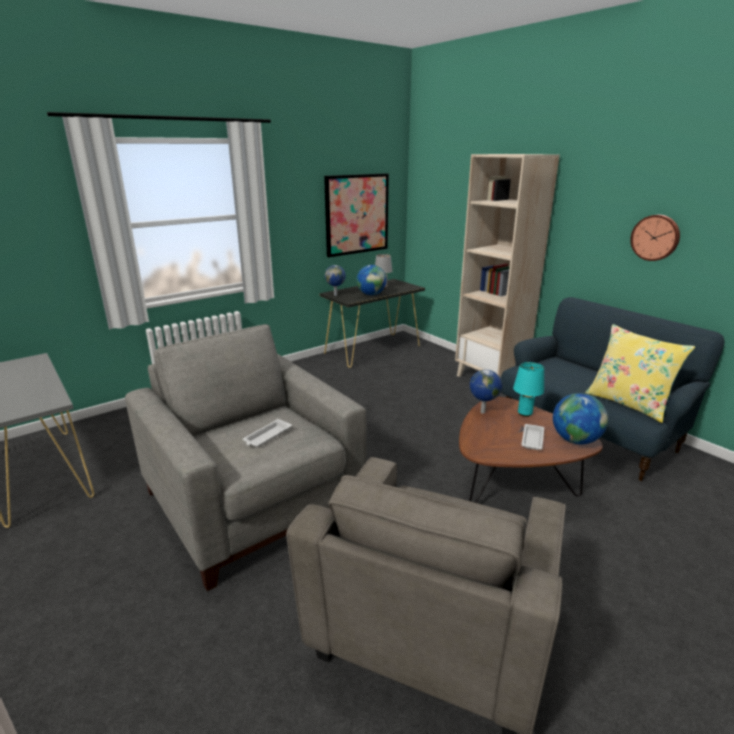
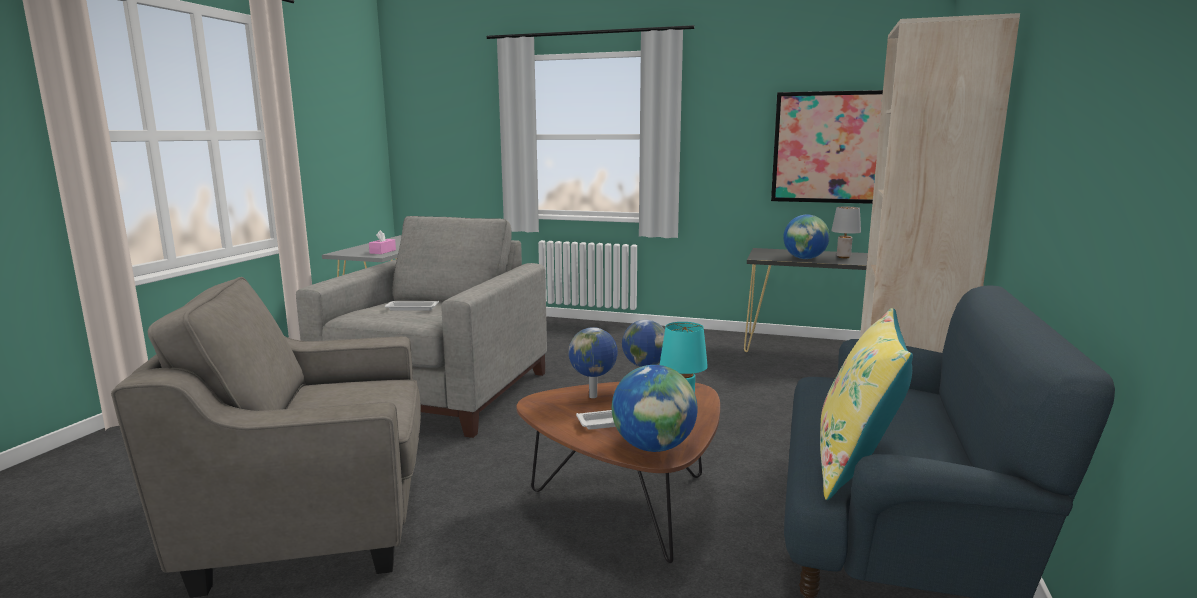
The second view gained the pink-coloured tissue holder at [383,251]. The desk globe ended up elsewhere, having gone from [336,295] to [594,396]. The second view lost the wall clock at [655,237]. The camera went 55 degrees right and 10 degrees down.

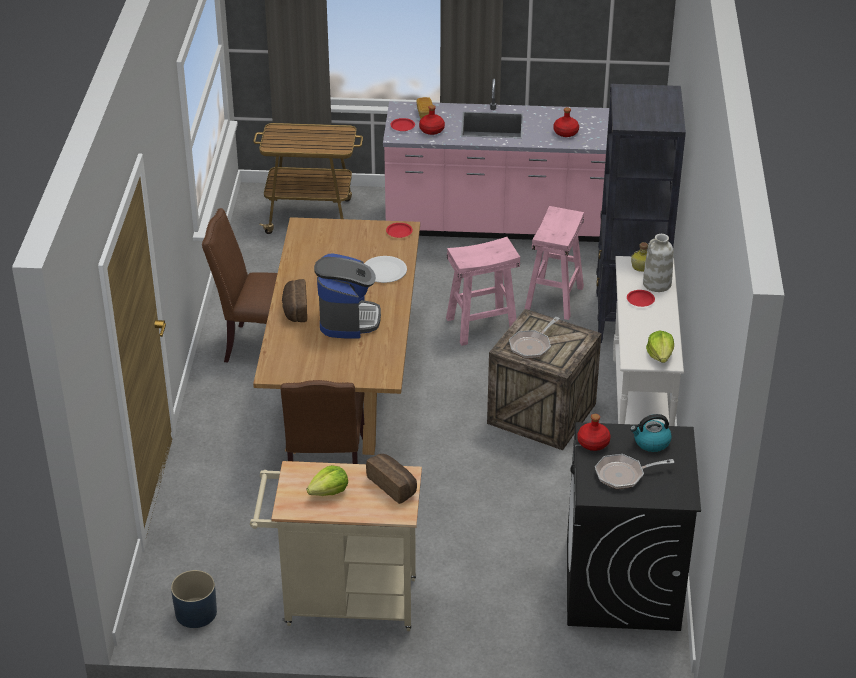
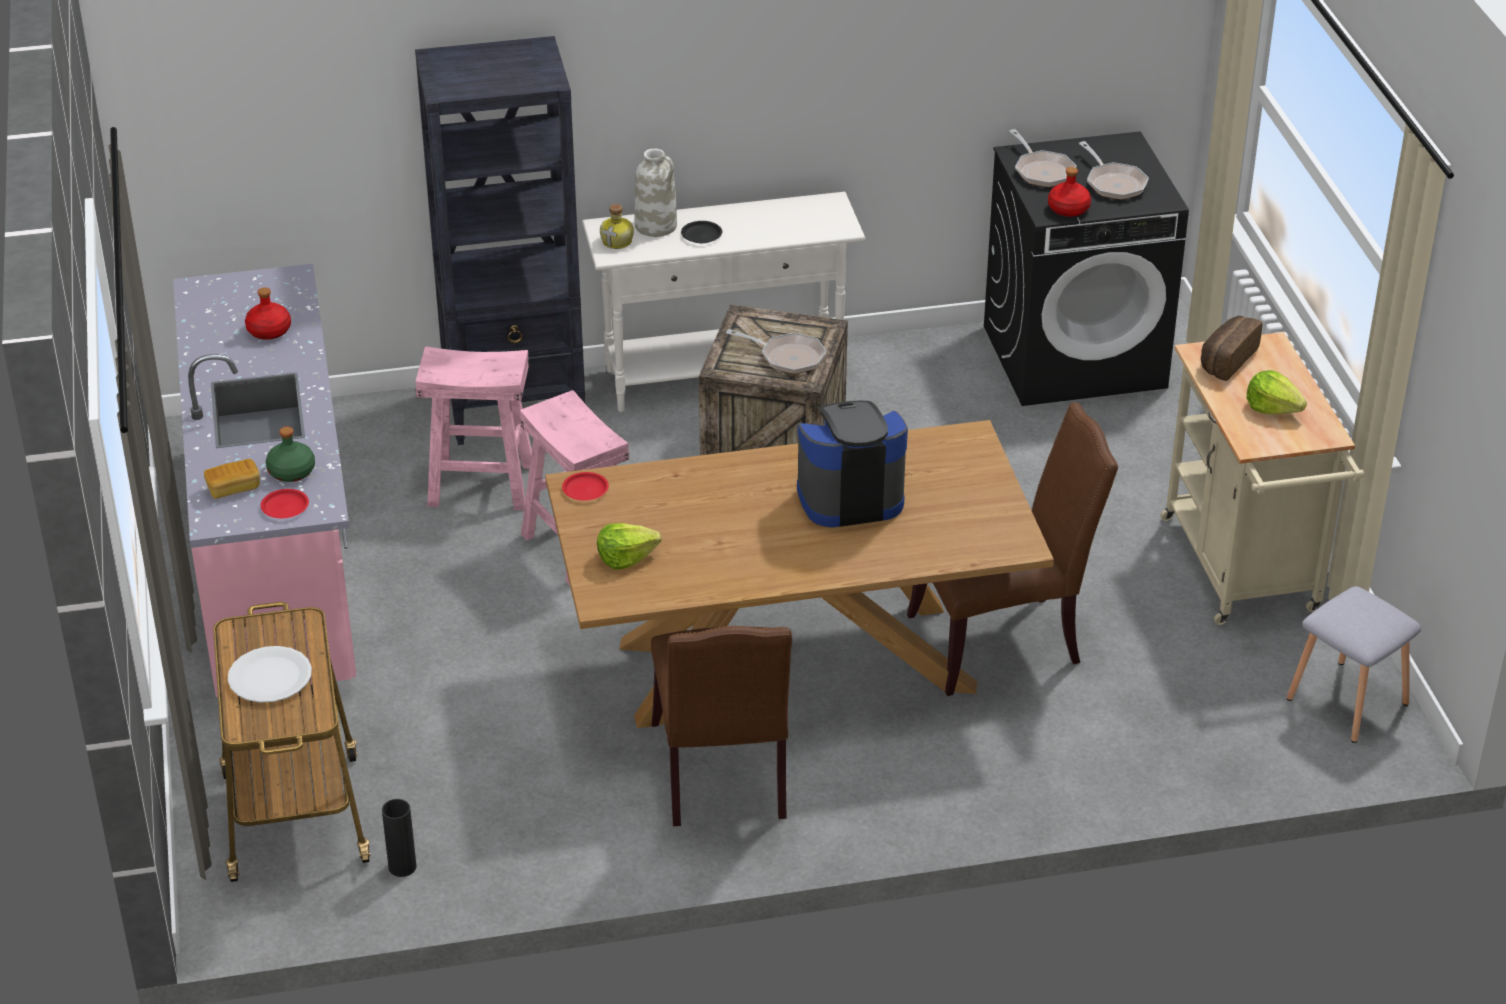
The whitish dinner plate ended up elsewhere, having gone from [384,271] to [270,677]. What was the red-coloured beverage bottle at [431,130] turned into the greenish beverage bottle at [291,472]. The second view gained the black decorative vase at [402,867]. The lettuce head ended up elsewhere, having gone from [660,355] to [626,557]. What was the red-coloured dinner plate at [640,300] turned into the black dinner plate at [702,235]. Where the kettle stood at [651,442], the pan came to stand at [1042,171]. Where the bluish plant pot stood at [196,613], the greyish sitting stool came to stand at [1349,701]. The second view lost the bakery bread at [294,309]. The camera went 105 degrees left and 0 degrees up.

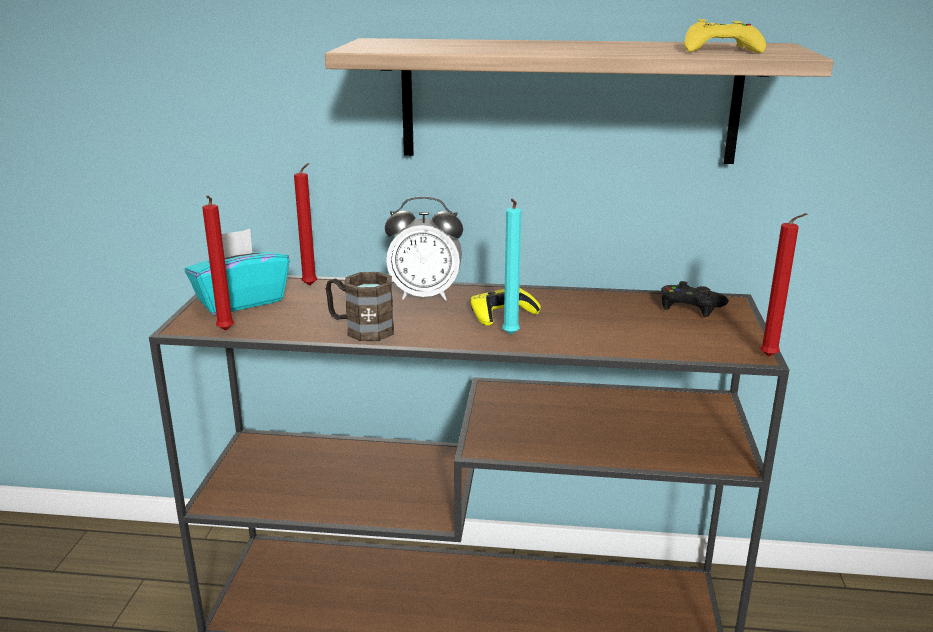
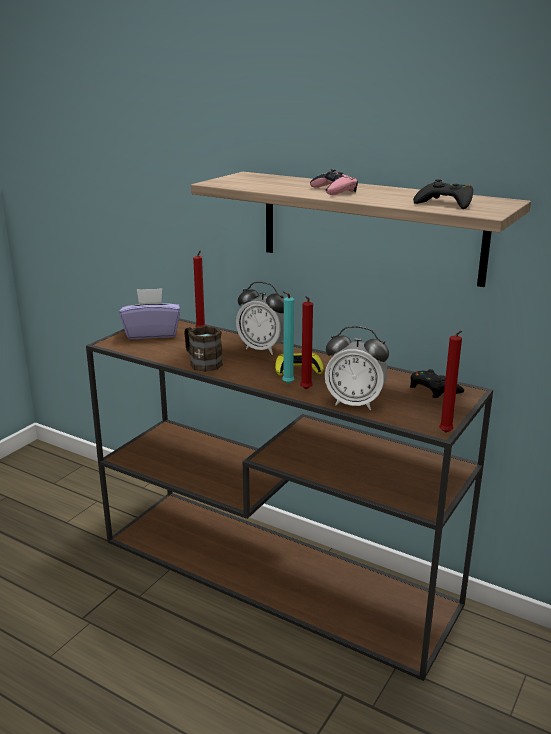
What was the turquoise tissue holder at [240,301] turned into the purplish tissue holder at [152,333]. The red-coloured wax candle ended up elsewhere, having gone from [225,331] to [305,390]. The second view gained the pink-coloured game controller at [334,190]. The second view gained the table clock at [354,403]. What was the yellow game controller at [721,49] turned into the black game controller at [446,203]. The camera went 25 degrees right and 0 degrees up.

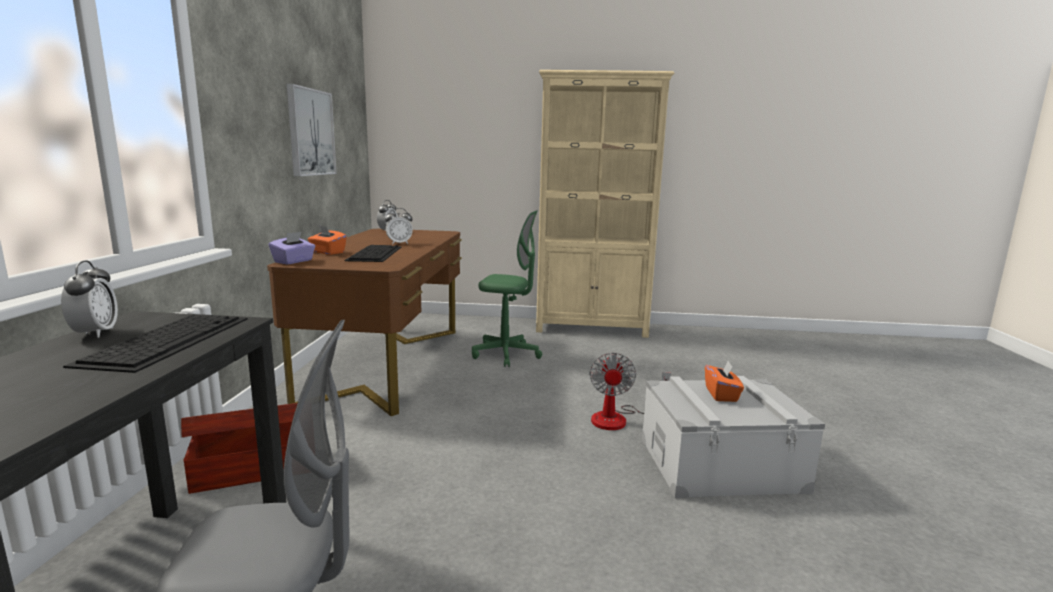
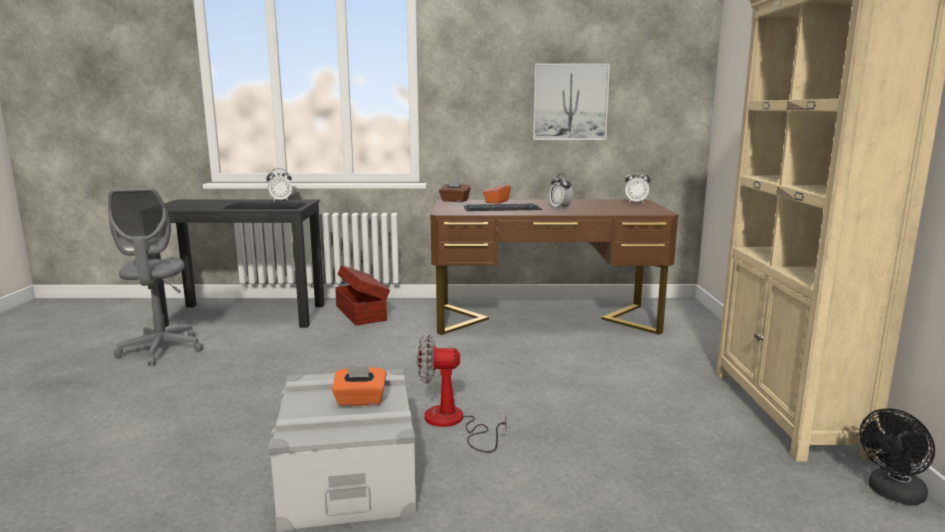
What was the purplish tissue holder at [294,261] turned into the brown-coloured tissue holder at [454,201]. The second view gained the black cooling fan at [892,494]. The second view lost the greenish computer chair at [506,354]. The camera went 85 degrees right and 0 degrees up.

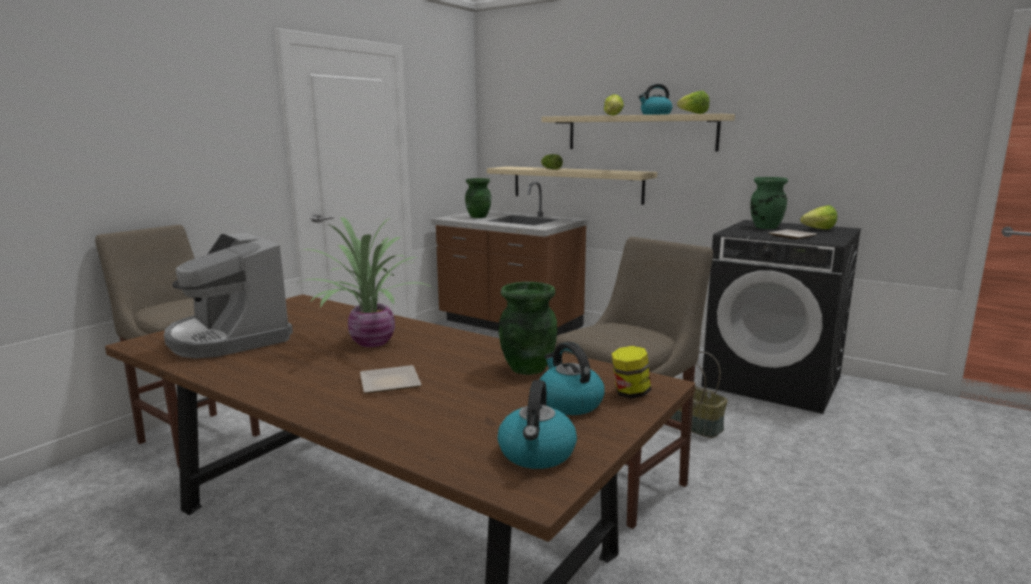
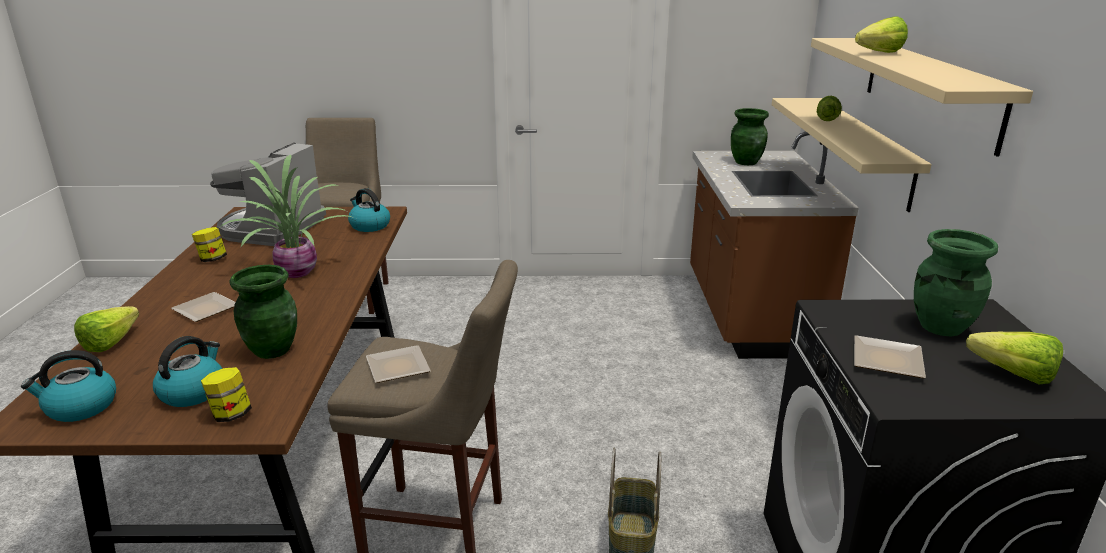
The lettuce head ended up elsewhere, having gone from [691,114] to [116,341]. The second view gained the preserve jar at [212,259]. The kettle ended up elsewhere, having gone from [655,114] to [369,226]. The second view gained the dinner plate at [399,366]. The camera went 55 degrees right and 10 degrees up.

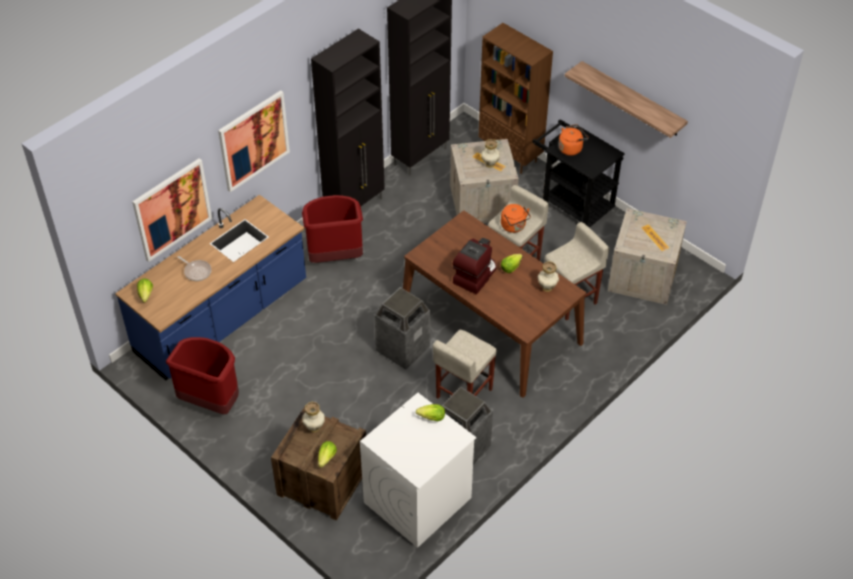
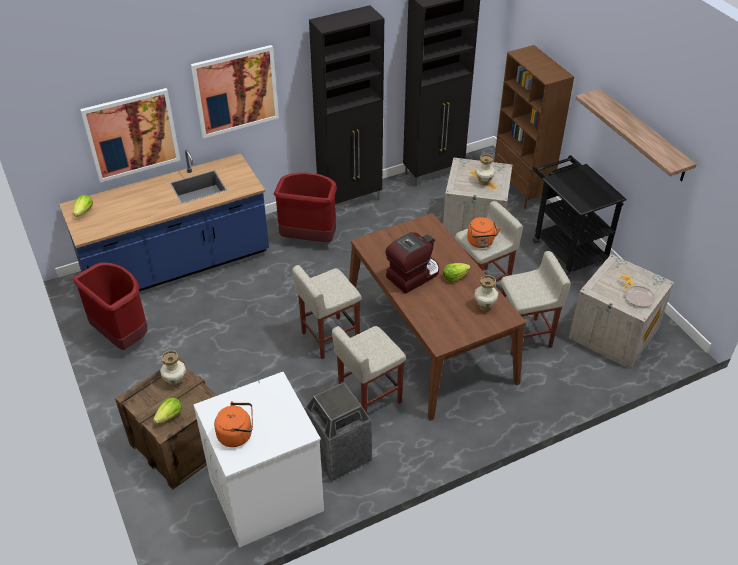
The orangey kettle ended up elsewhere, having gone from [571,148] to [237,434]. Where the rubbish bin stood at [402,349], the sand-coloured sitting stool came to stand at [329,338]. The pan ended up elsewhere, having gone from [196,271] to [637,297]. The second view lost the lettuce head at [432,418]. The camera went 20 degrees right and 5 degrees down.

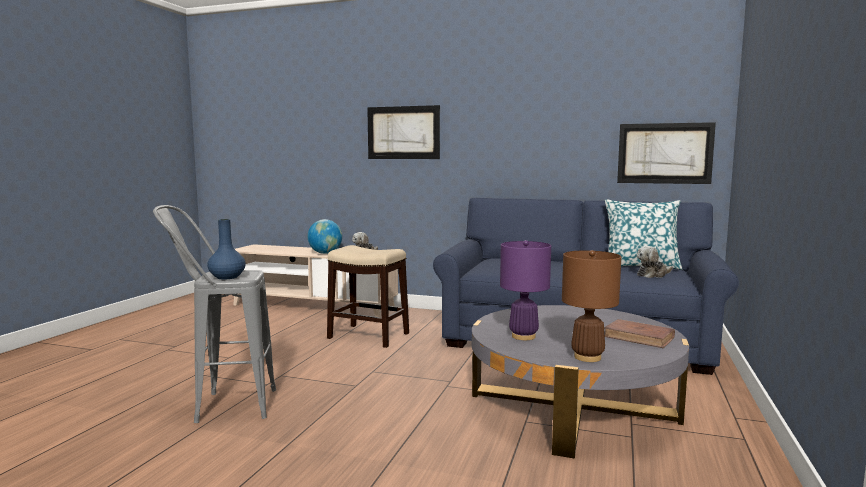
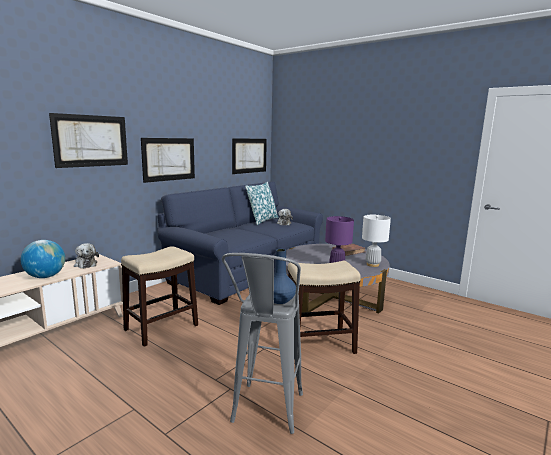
The second view gained the picture at [169,159]. The second view gained the sitting stool at [319,344]. What was the brown-coloured lamp for a table at [587,357] turned into the whitish lamp for a table at [372,264]. The camera went 70 degrees left and 5 degrees up.

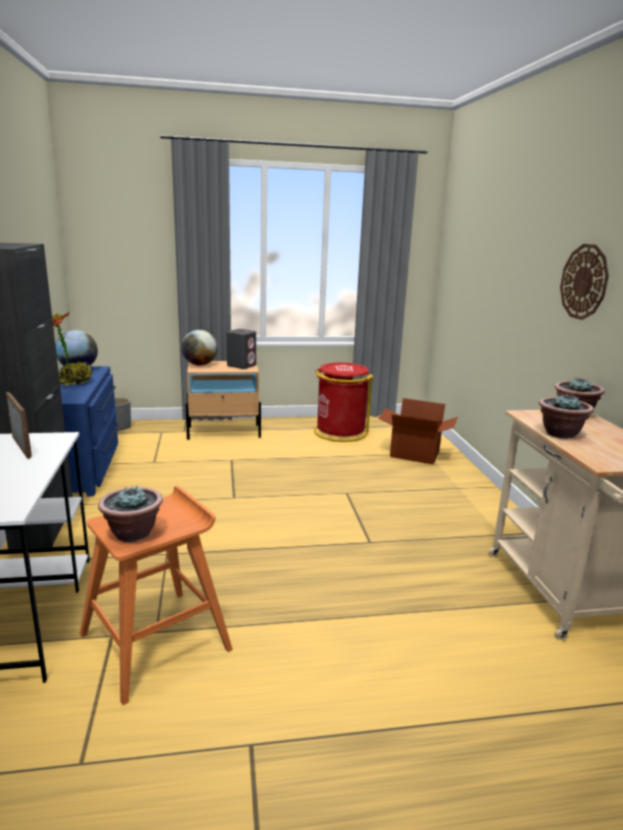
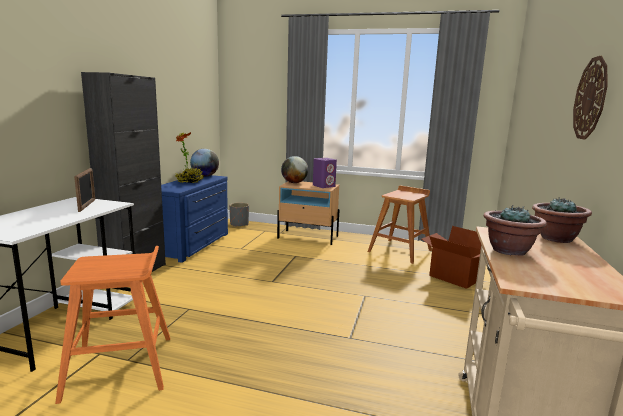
What was the greyish audio speaker at [241,365] turned into the purplish audio speaker at [324,186]. Where the red-coloured rubbish bin stood at [340,432], the brown-coloured sitting stool came to stand at [400,251]. The second view lost the potted plant at [133,533]. The camera went 25 degrees right and 5 degrees down.

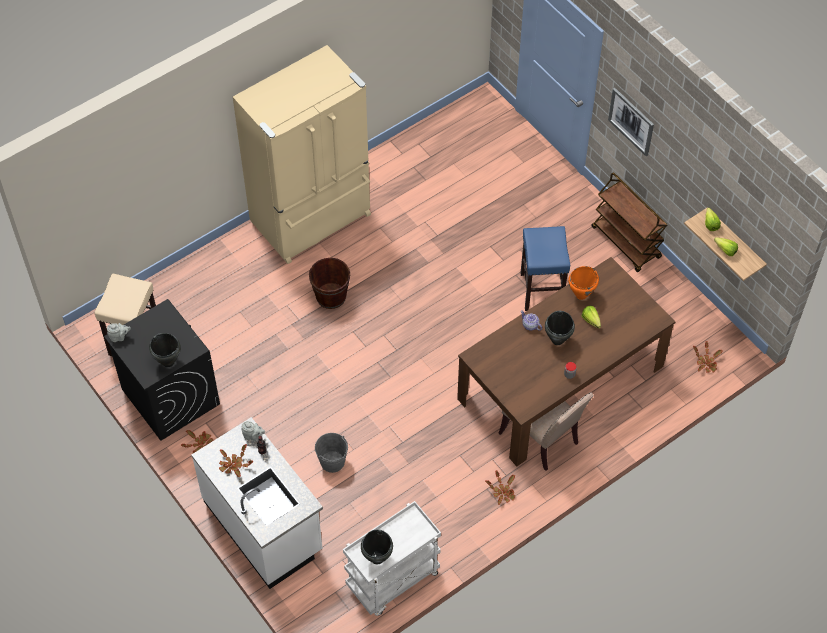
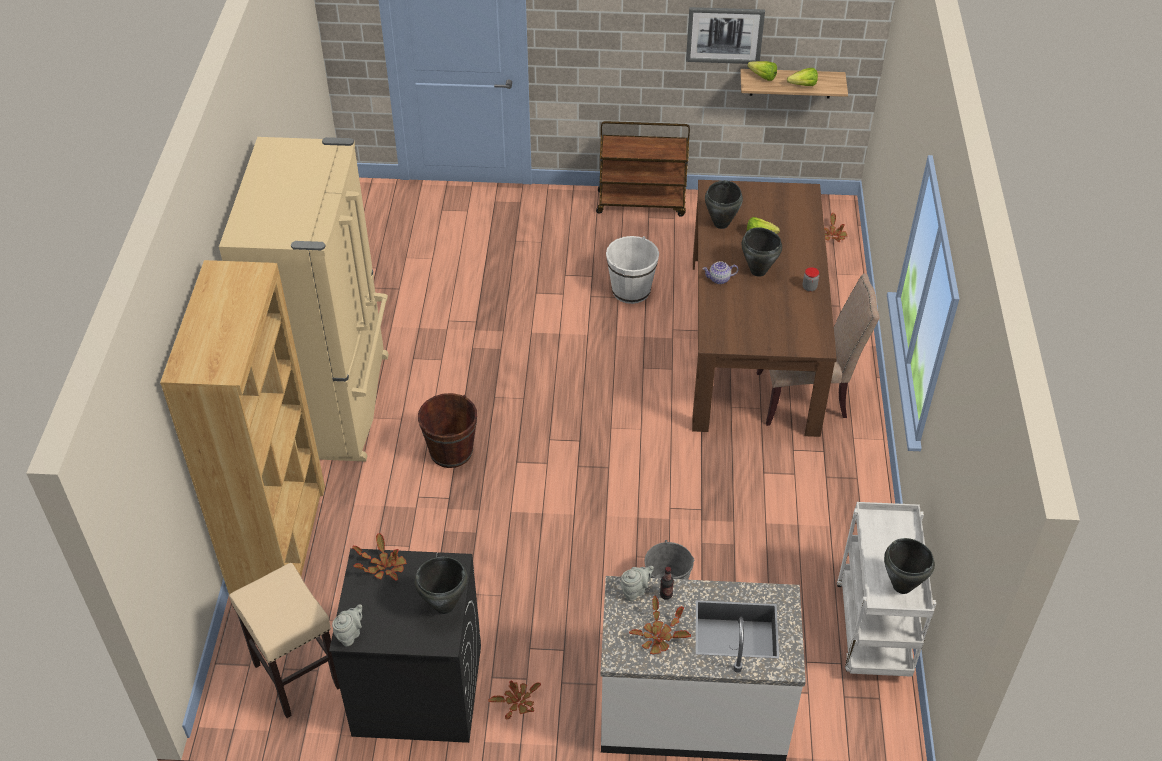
The second view gained the brown-coloured bookcase at [279,541]. The potted plant ended up elsewhere, having gone from [502,492] to [383,566]. Where the bluish sitting stool stood at [541,291], the whitish water bucket came to stand at [631,290]. The picture ended up elsewhere, having gone from [631,121] to [724,35]. What was the orangey cooking pot at [581,295] turned into the black cooking pot at [721,223]. The camera went 50 degrees left and 10 degrees down.

